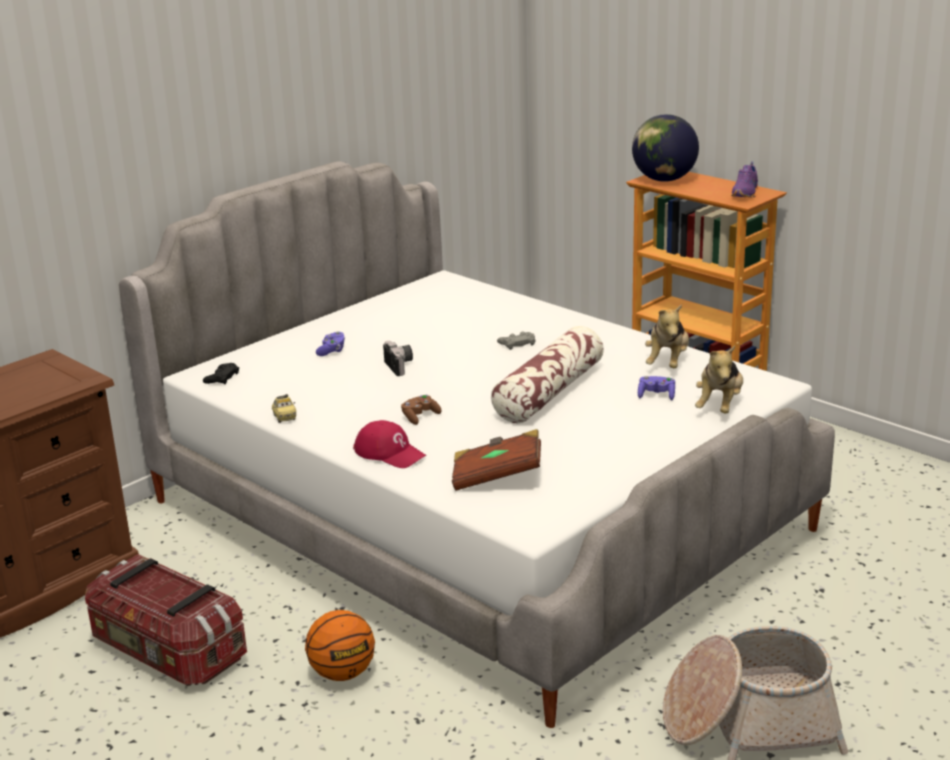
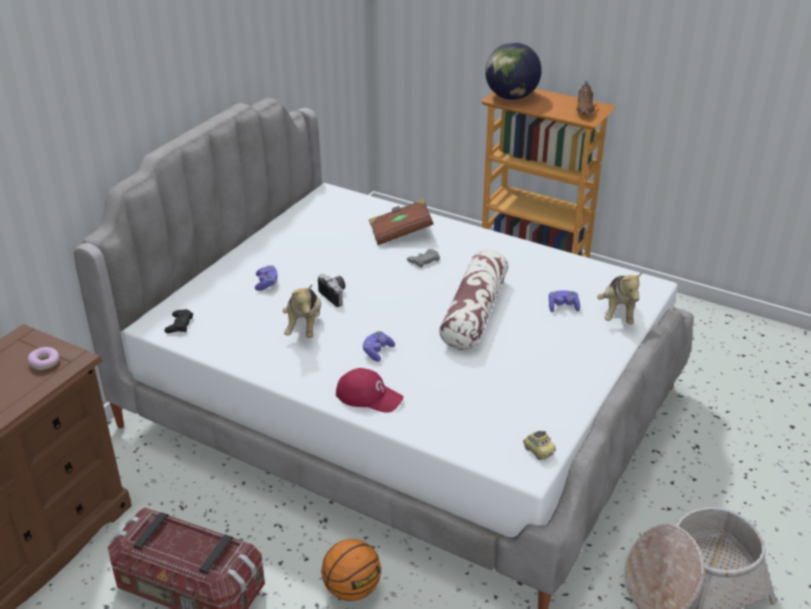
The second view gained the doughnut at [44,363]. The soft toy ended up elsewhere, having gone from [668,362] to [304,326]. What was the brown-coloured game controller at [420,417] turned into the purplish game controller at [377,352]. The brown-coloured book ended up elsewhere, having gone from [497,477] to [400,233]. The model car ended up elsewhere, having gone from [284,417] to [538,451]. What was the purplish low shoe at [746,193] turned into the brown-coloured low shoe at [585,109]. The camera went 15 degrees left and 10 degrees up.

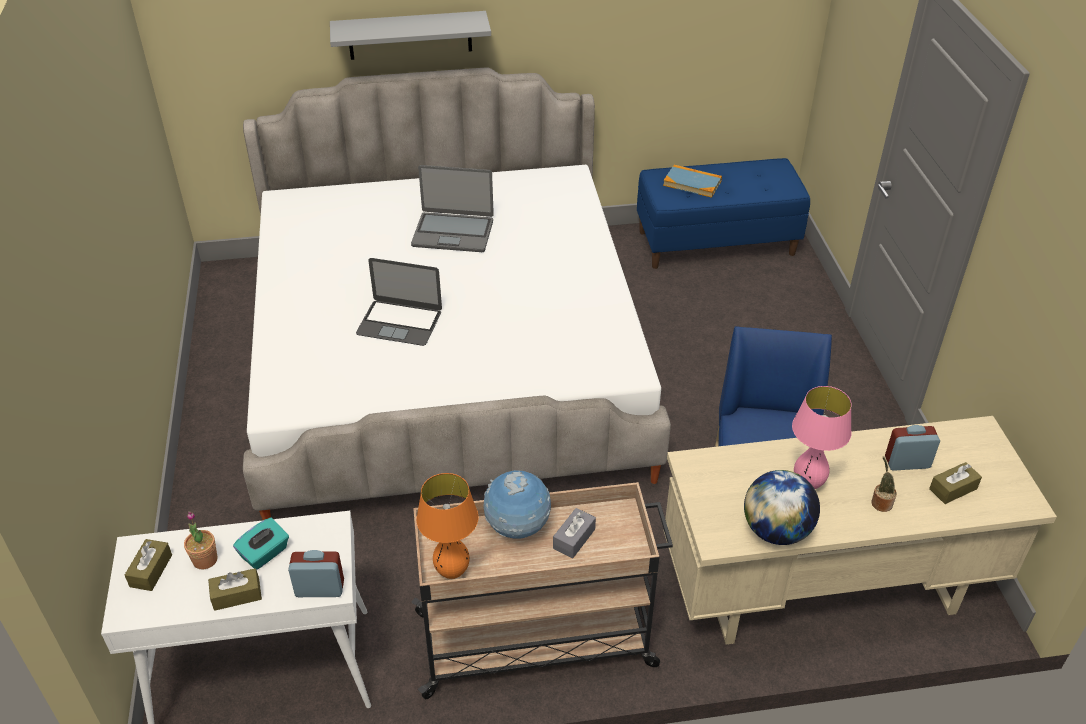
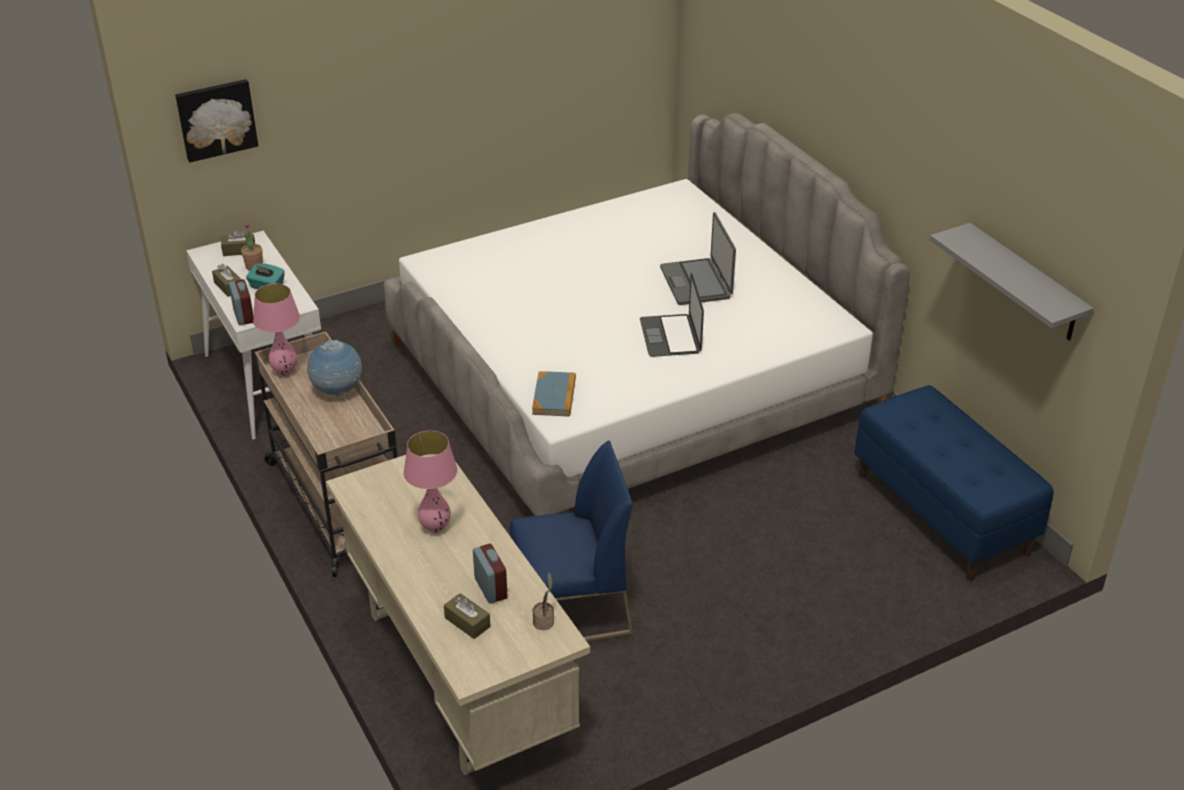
The second view gained the picture at [216,119]. What was the orangey lamp for a table at [452,571] turned into the pink-coloured lamp for a table at [285,372]. The book ended up elsewhere, having gone from [692,183] to [554,396]. The potted plant ended up elsewhere, having gone from [880,502] to [544,621]. The notebook computer ended up elsewhere, having gone from [399,322] to [670,336]. The greyish bracket shelf ended up elsewhere, having gone from [410,35] to [1025,284]. The second view lost the greyish tissue holder at [574,538]. The second view lost the desk globe at [776,530]. The camera went 70 degrees right and 5 degrees down.

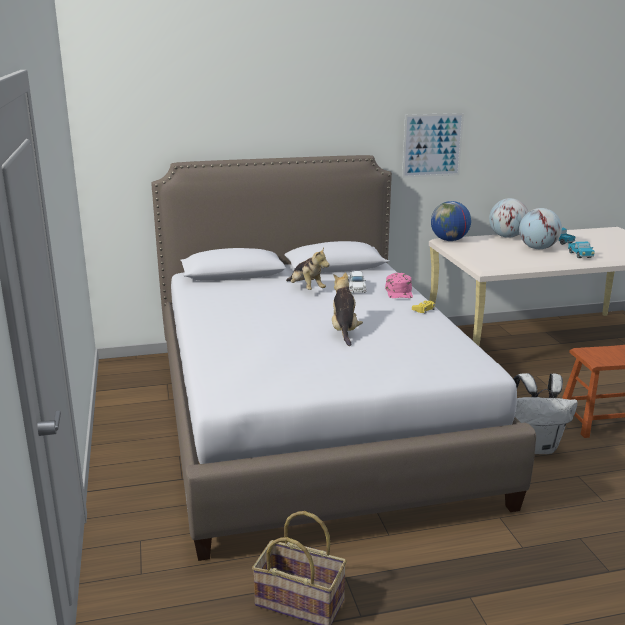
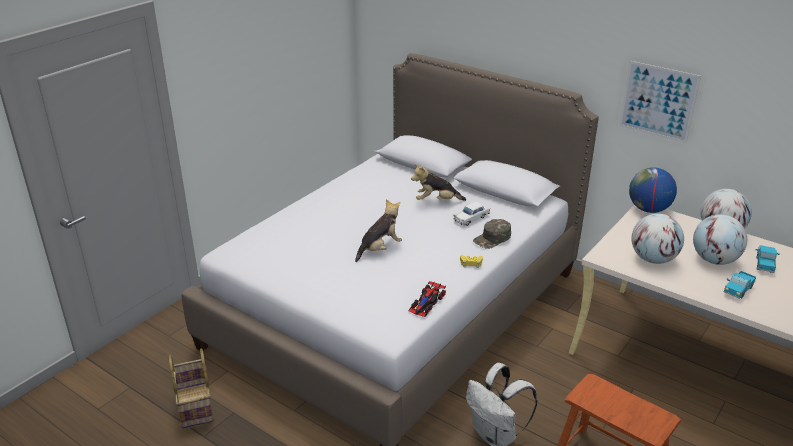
The second view gained the model car at [427,302]. The soft toy at [306,289] ended up facing another way, 75 degrees clockwise from before. What was the pink-coloured cap at [399,292] turned into the greenish cap at [492,238]. The second view gained the desk globe at [653,259]. The camera went 50 degrees right and 10 degrees up.

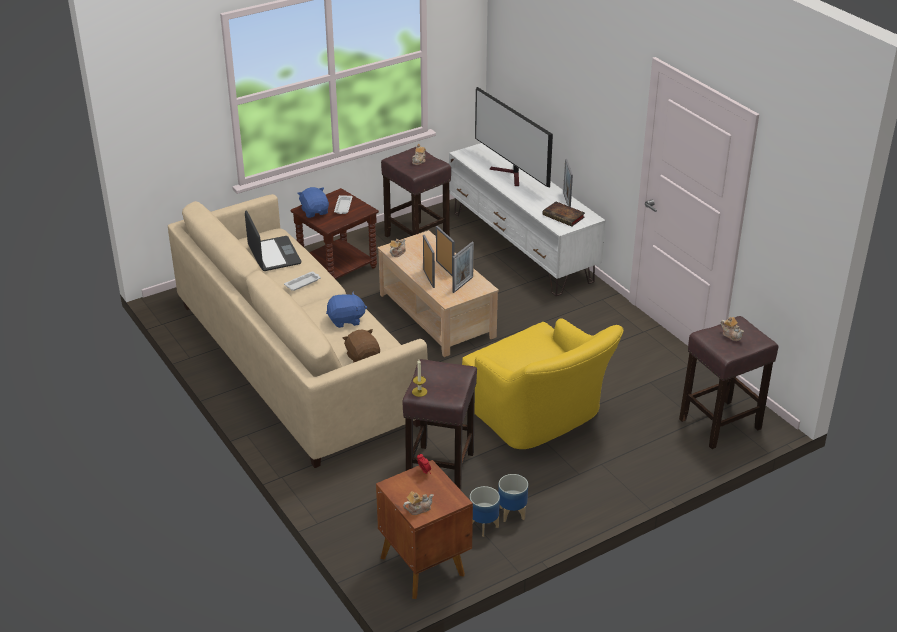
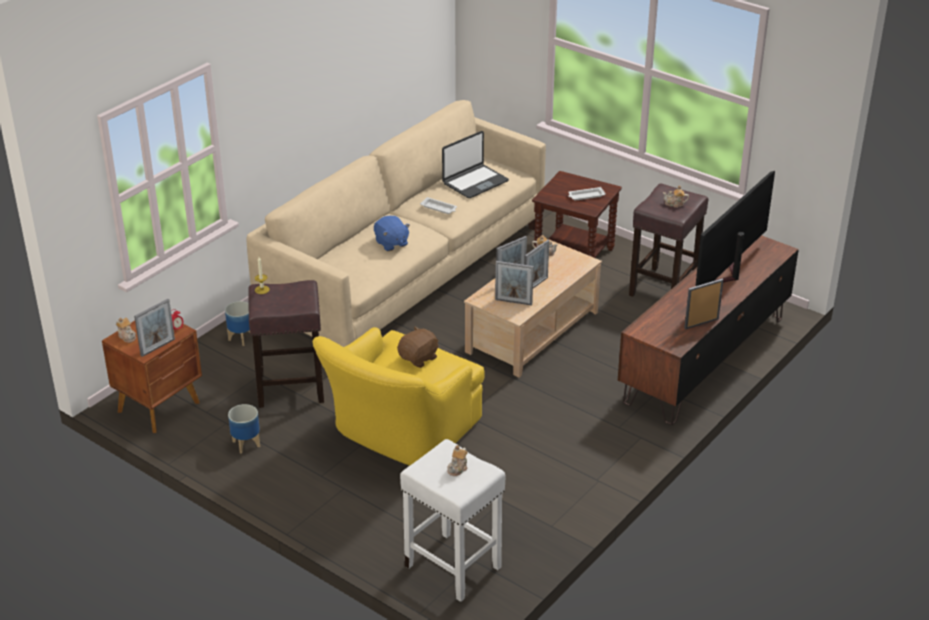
The second view gained the standing frame at [158,347]. The plant pot ended up elsewhere, having gone from [483,526] to [241,338]. The brown-coloured soft toy ended up elsewhere, having gone from [363,358] to [419,358]. What was the brown-coloured sitting stool at [721,423] turned into the whitish sitting stool at [454,567]. What was the whitish tv unit at [521,247] turned into the brown-coloured tv unit at [704,359]. The second view lost the bluish soft toy at [315,212]. The second view lost the book at [564,216]. The camera went 70 degrees right and 0 degrees up.

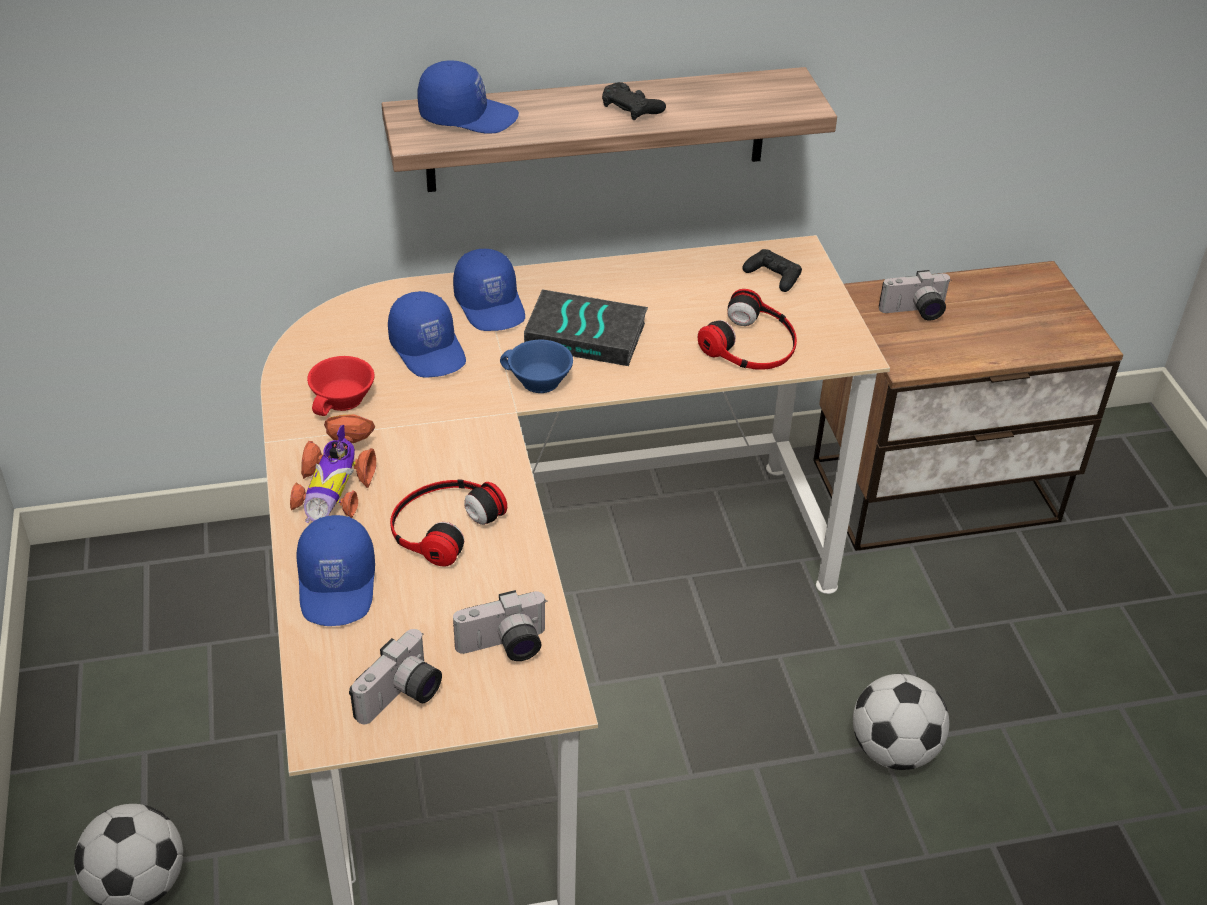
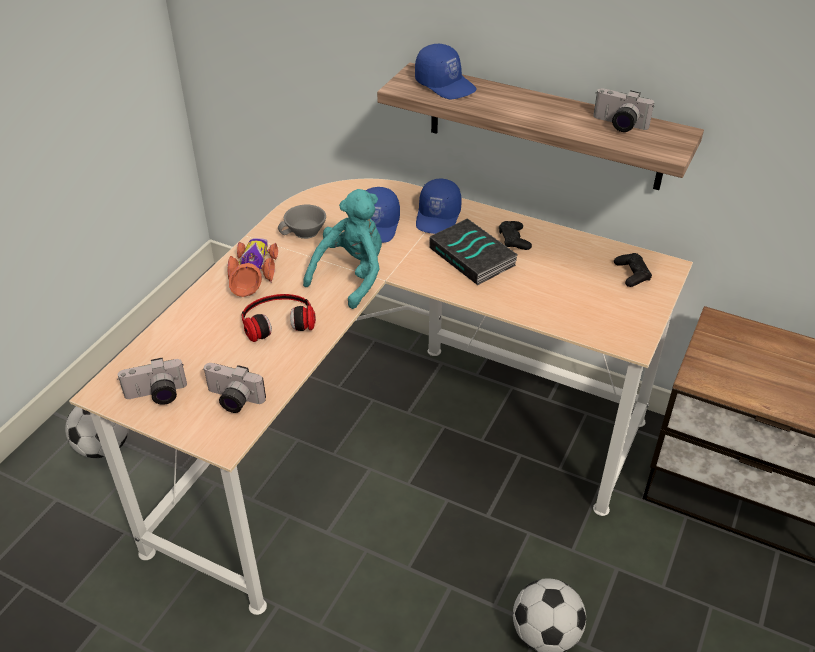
The model car at [336,482] ended up facing another way, 135 degrees clockwise from before. What was the red-coloured drinking cup at [344,400] turned into the greyish drinking cup at [305,232]. The second view gained the turquoise soft toy at [352,276]. The black game controller ended up elsewhere, having gone from [631,108] to [514,240]. The photo camera ended up elsewhere, having gone from [915,312] to [618,125]. The second view lost the bluish cap at [338,585]. The second view lost the bluish drinking cup at [537,382]. The second view lost the pair of headphones at [751,344]. The camera went 40 degrees right and 0 degrees up.

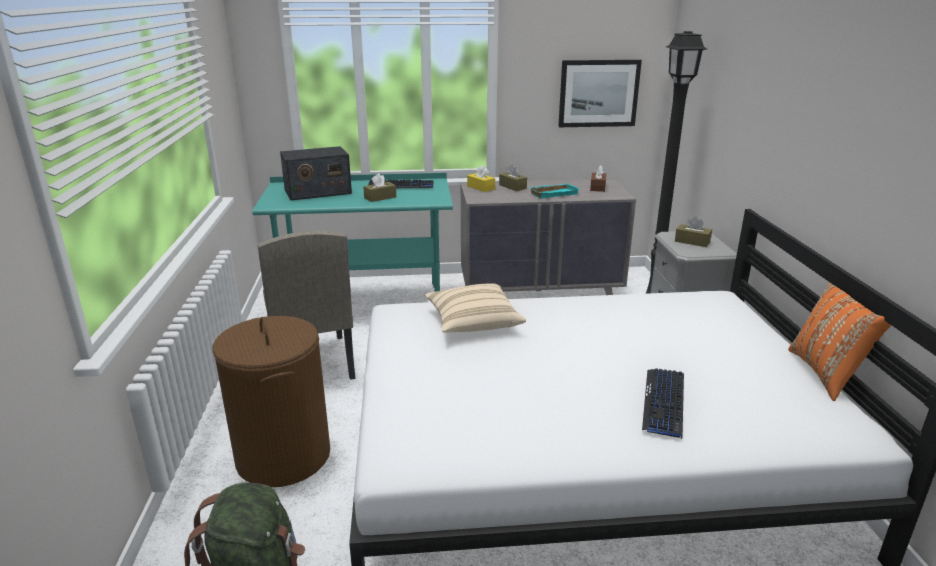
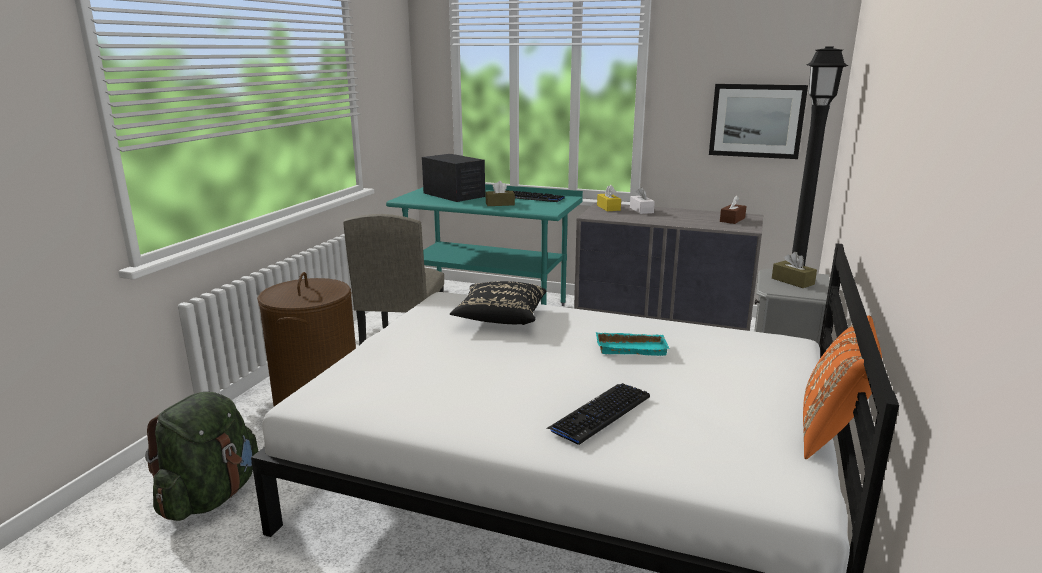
The radio set at [317,192] ended up facing another way, 135 degrees counterclockwise from before. What was the sand-coloured throw pillow at [473,323] turned into the black throw pillow at [500,317]. The turquoise serving tray ended up elsewhere, having gone from [553,193] to [631,348]. What was the brown-coloured tissue holder at [512,187] turned into the whitish tissue holder at [641,210]. The camera went 25 degrees right and 5 degrees down.

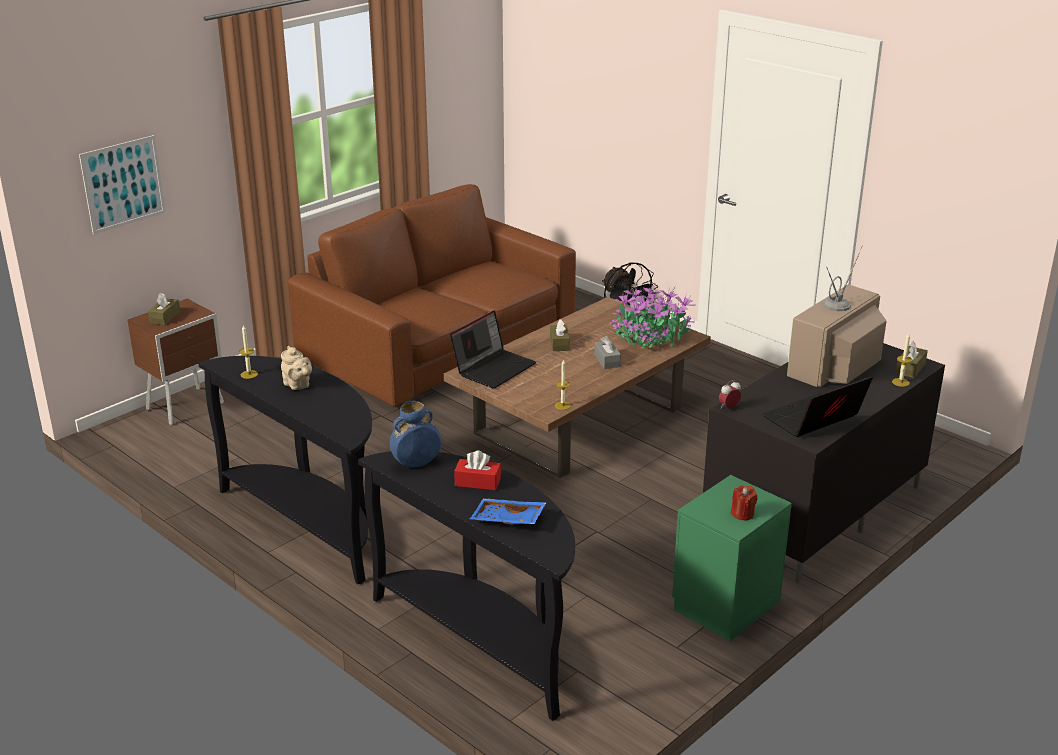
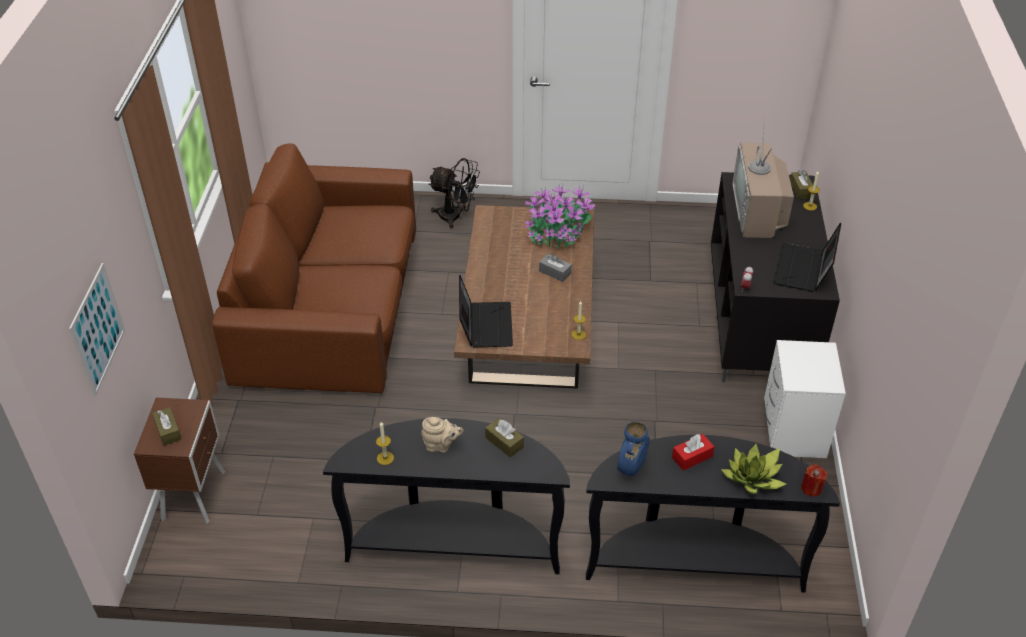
The brown-coloured tissue holder ended up elsewhere, having gone from [559,344] to [504,442]. Where the bluish serving tray stood at [507,520], the potted plant came to stand at [753,478]. What was the greenish night table at [723,605] turned into the whitish night table at [793,432]. The red-coloured wax candle ended up elsewhere, having gone from [742,514] to [811,488]. The camera went 40 degrees left and 15 degrees up.

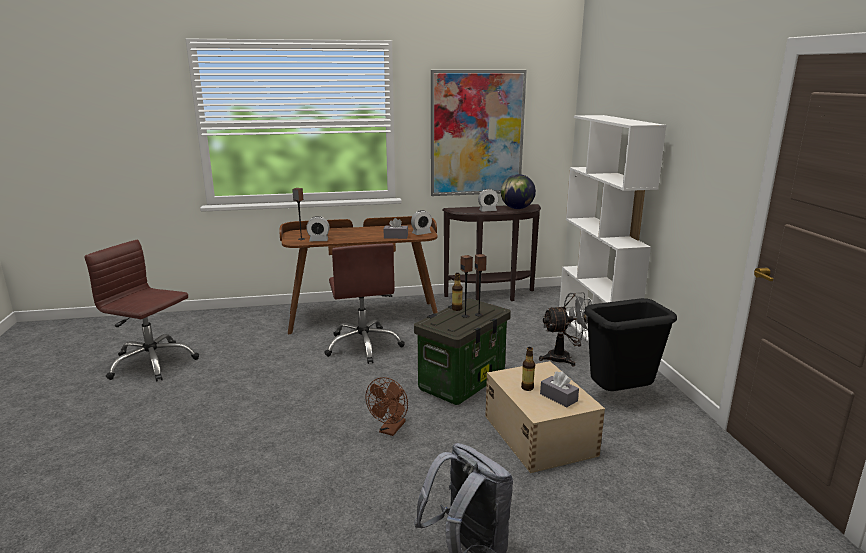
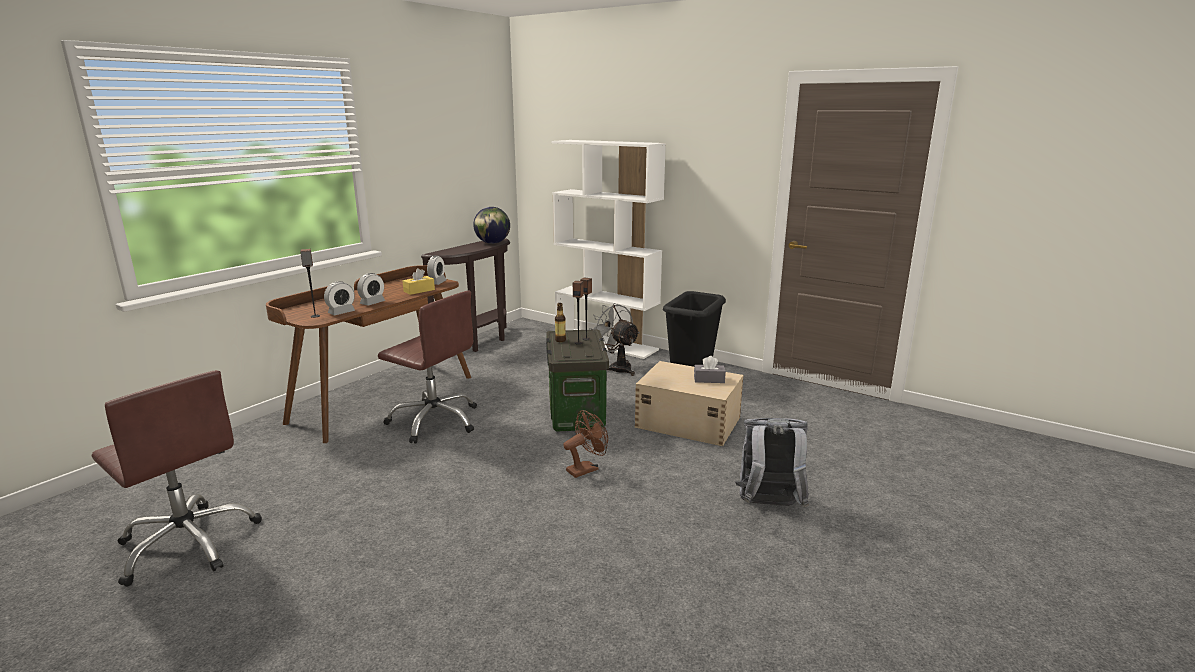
The brown-coloured computer chair at [152,363] ended up facing another way, 120 degrees counterclockwise from before. The table clock ended up elsewhere, having gone from [488,210] to [372,303]. What was the greyish tissue holder at [396,236] turned into the yellow tissue holder at [419,290]. The brown-coloured cooling fan at [390,430] ended up facing another way, 105 degrees counterclockwise from before. The greyish cooling fan at [564,358] ended up facing another way, 75 degrees counterclockwise from before. The second view lost the picture at [477,133]. The second view lost the beverage bottle at [527,388]. The camera went 45 degrees left and 0 degrees up.

